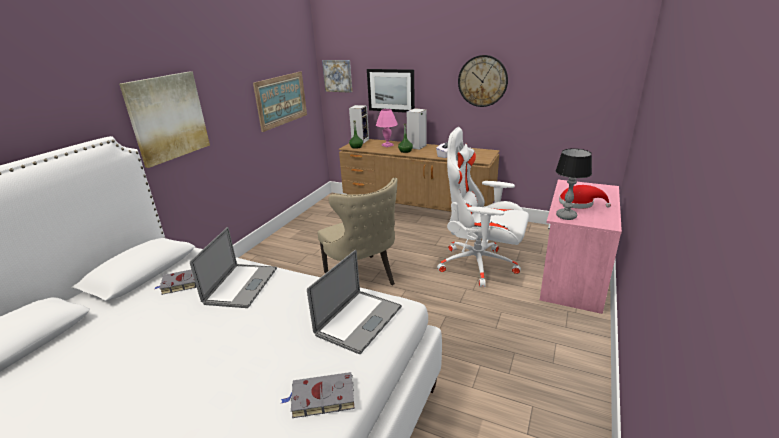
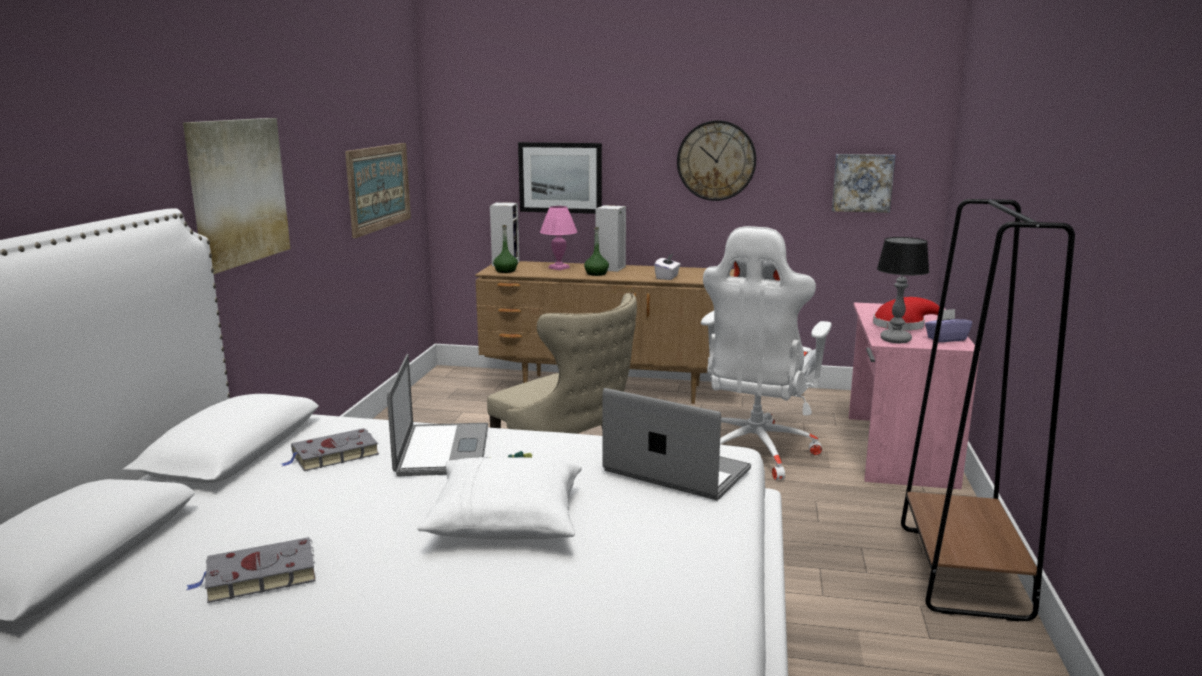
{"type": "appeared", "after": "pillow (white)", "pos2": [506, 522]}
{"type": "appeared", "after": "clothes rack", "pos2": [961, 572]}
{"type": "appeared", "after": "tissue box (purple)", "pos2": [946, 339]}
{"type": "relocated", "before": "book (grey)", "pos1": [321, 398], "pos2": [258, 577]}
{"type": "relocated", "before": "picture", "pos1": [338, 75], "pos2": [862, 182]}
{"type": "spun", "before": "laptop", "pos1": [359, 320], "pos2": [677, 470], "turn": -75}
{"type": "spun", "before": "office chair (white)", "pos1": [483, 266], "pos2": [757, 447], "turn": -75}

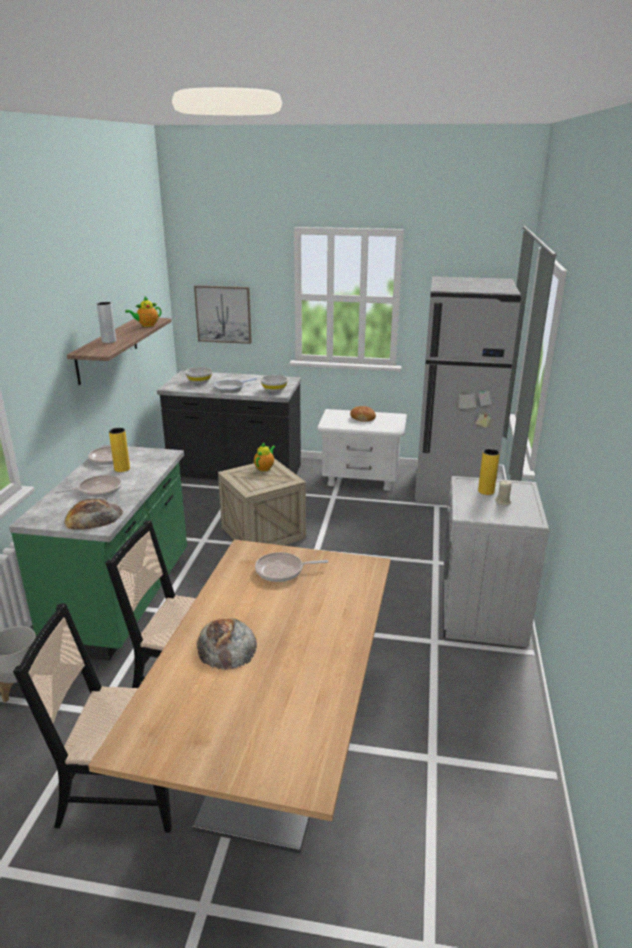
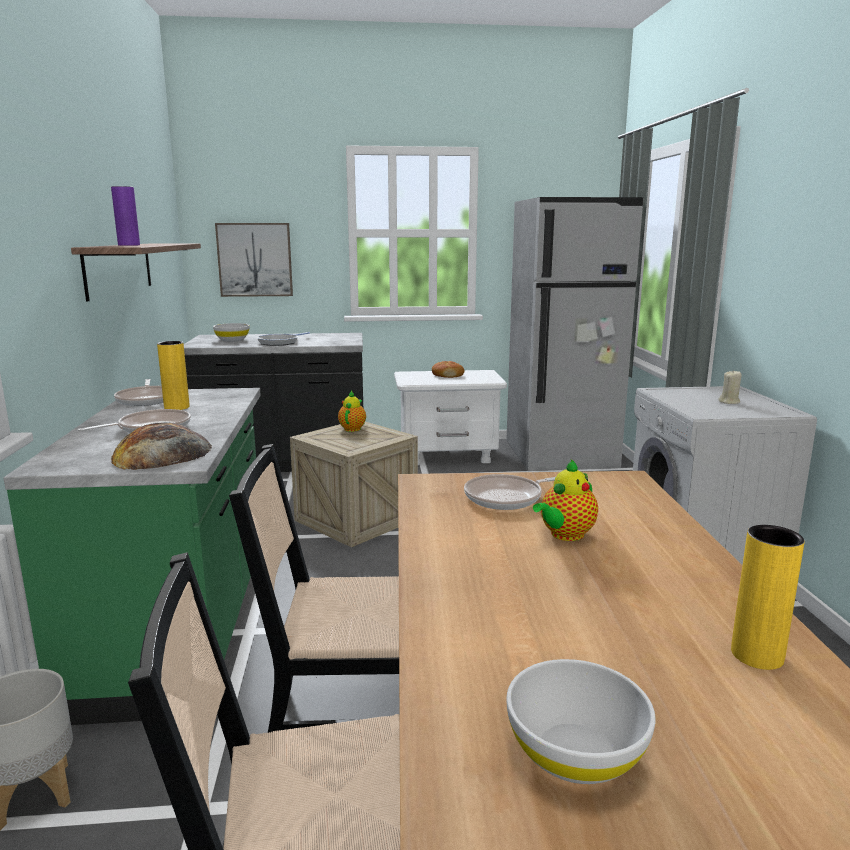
{"type": "missing", "before": "bread", "pos1": [226, 644]}
{"type": "relocated", "before": "teapot", "pos1": [146, 325], "pos2": [565, 535]}
{"type": "relocated", "before": "bowl (white)", "pos1": [274, 389], "pos2": [576, 753]}
{"type": "relocated", "before": "vase (yellow)", "pos1": [486, 491], "pos2": [757, 655]}
{"type": "colour", "before": "vase (grey)", "after": "vase (purple)", "pos1": [109, 341], "pos2": [129, 245]}

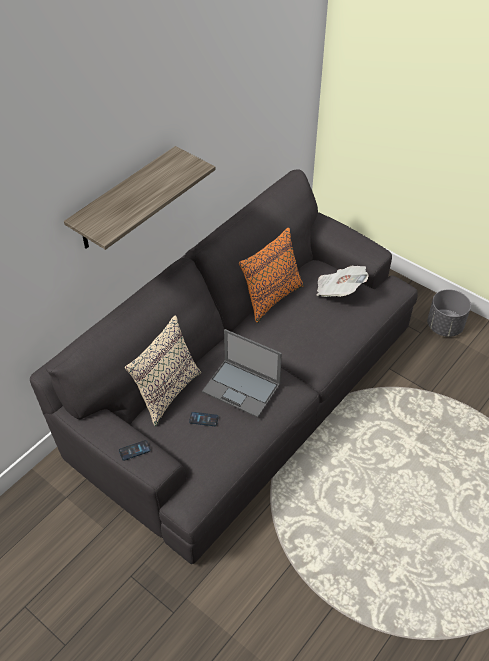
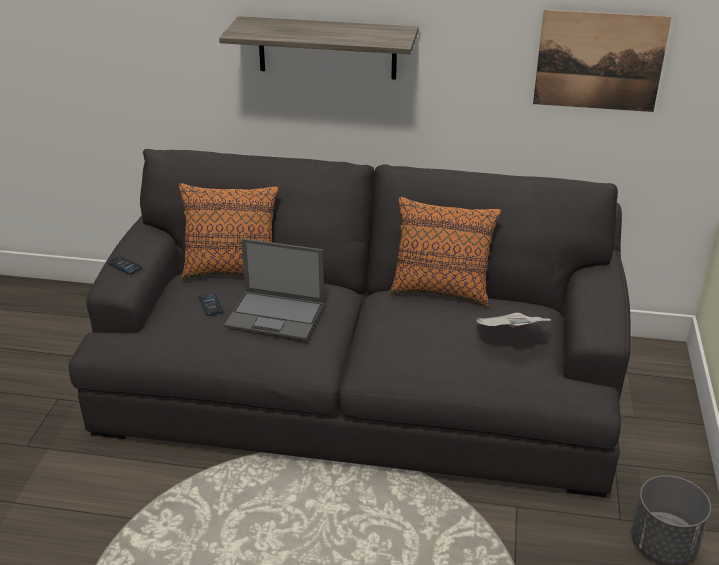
{"type": "appeared", "after": "picture", "pos2": [599, 61]}
{"type": "colour", "before": "pillow (beige)", "after": "pillow (orange)", "pos1": [169, 393], "pos2": [232, 273]}
{"type": "spun", "before": "laptop", "pos1": [242, 388], "pos2": [276, 315], "turn": -75}

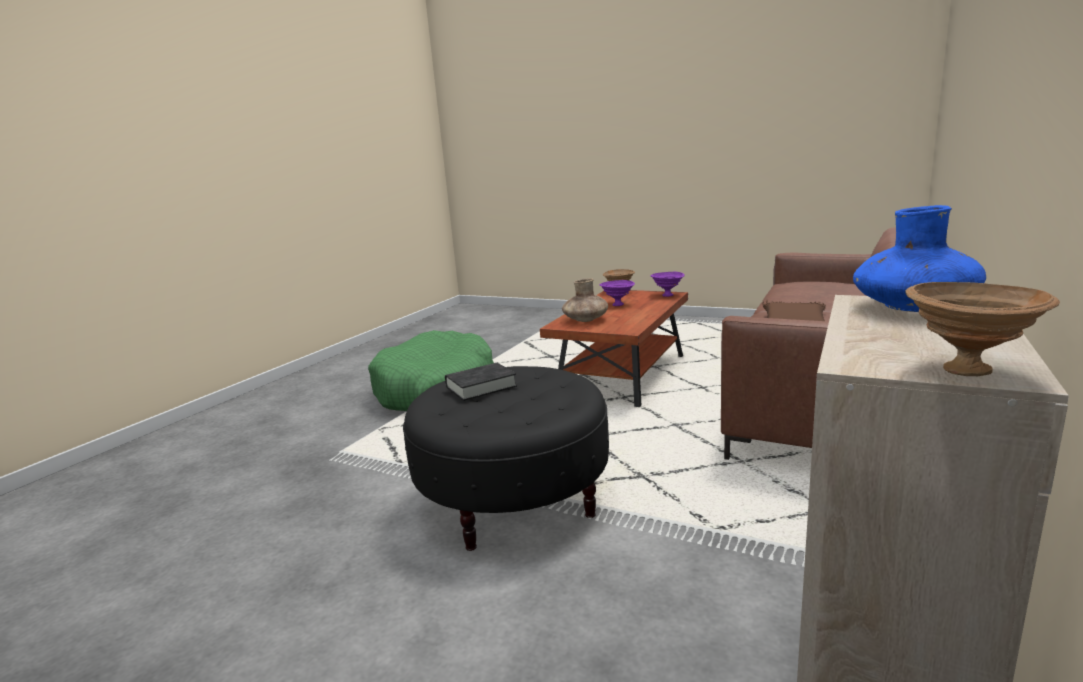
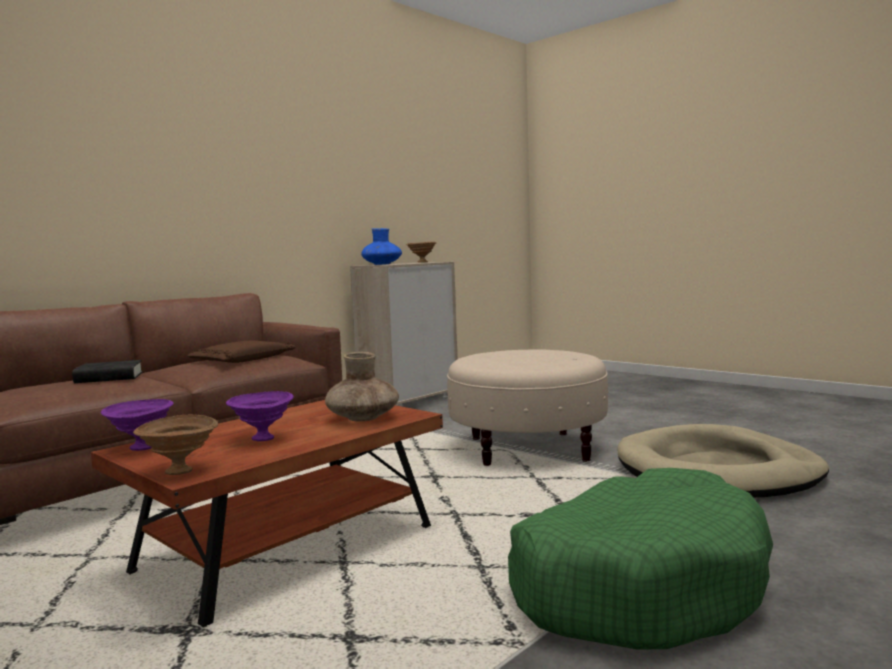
{"type": "appeared", "after": "dog bed (beige)", "pos2": [718, 471]}
{"type": "relocated", "before": "book (black)", "pos1": [481, 386], "pos2": [109, 378]}
{"type": "colour", "before": "ottoman (black)", "after": "ottoman (beige)", "pos1": [514, 500], "pos2": [527, 449]}

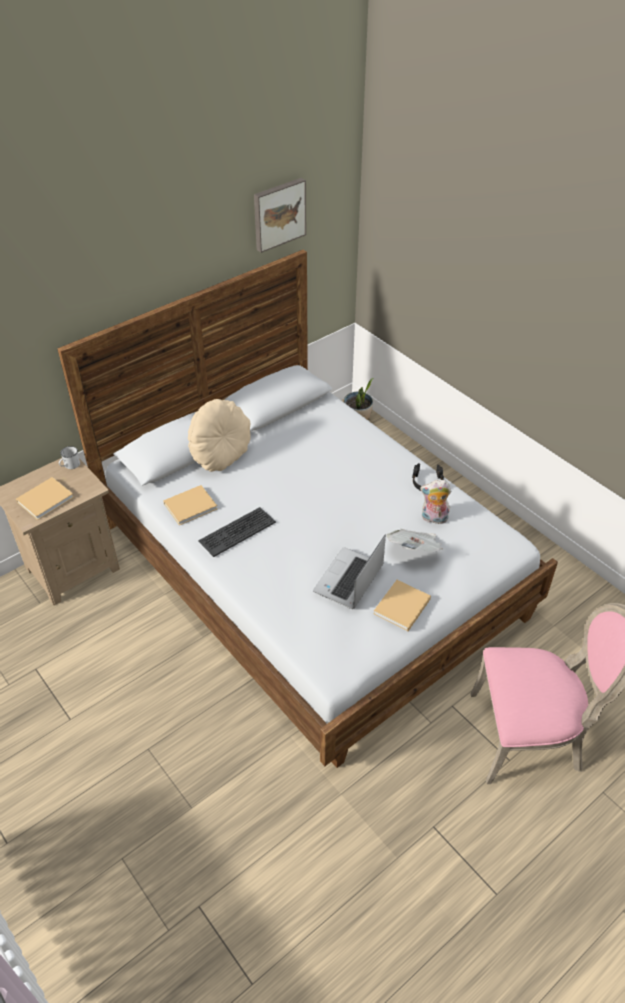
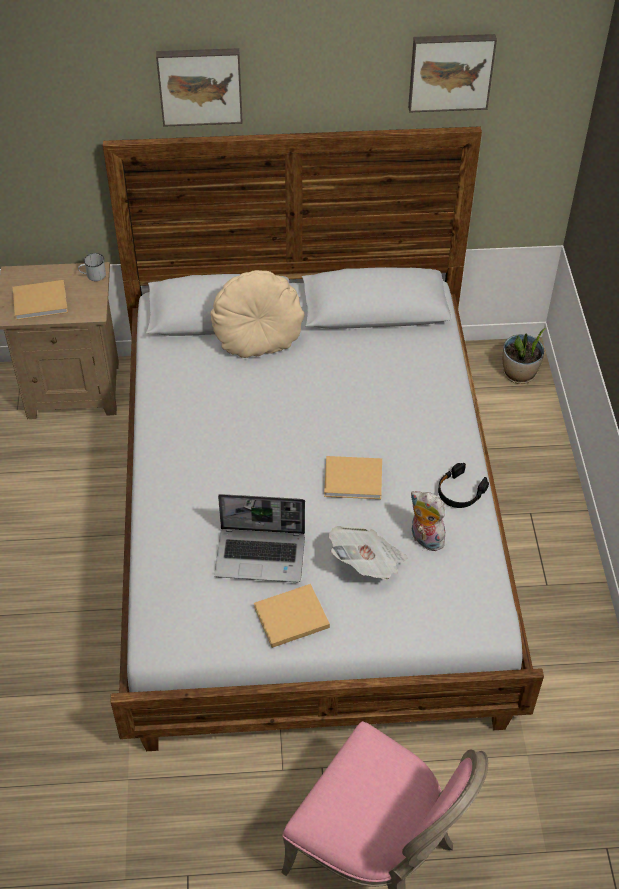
{"type": "missing", "before": "keyboard", "pos1": [237, 531]}
{"type": "appeared", "after": "picture", "pos2": [200, 85]}
{"type": "relocated", "before": "book (beige)", "pos1": [192, 506], "pos2": [355, 479]}
{"type": "spun", "before": "laptop", "pos1": [349, 580], "pos2": [261, 555], "turn": -150}

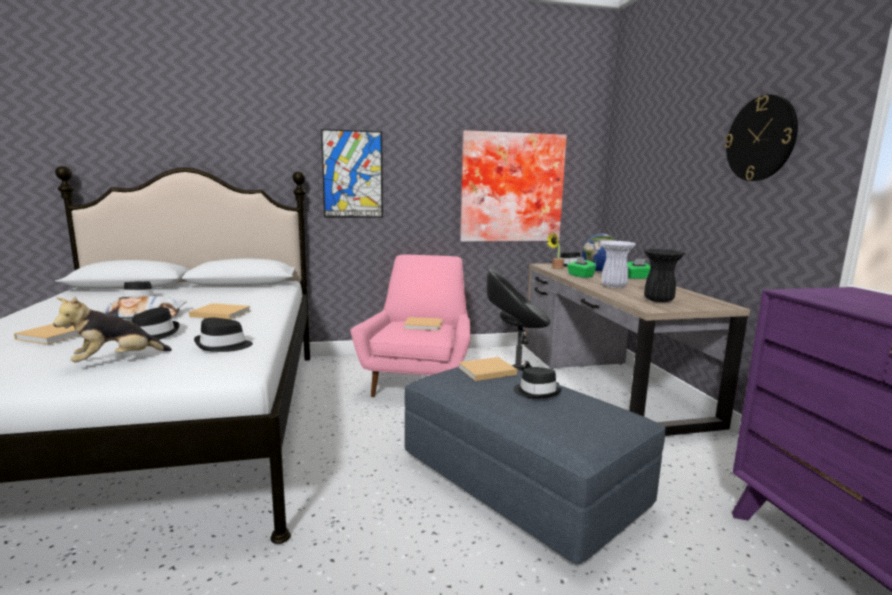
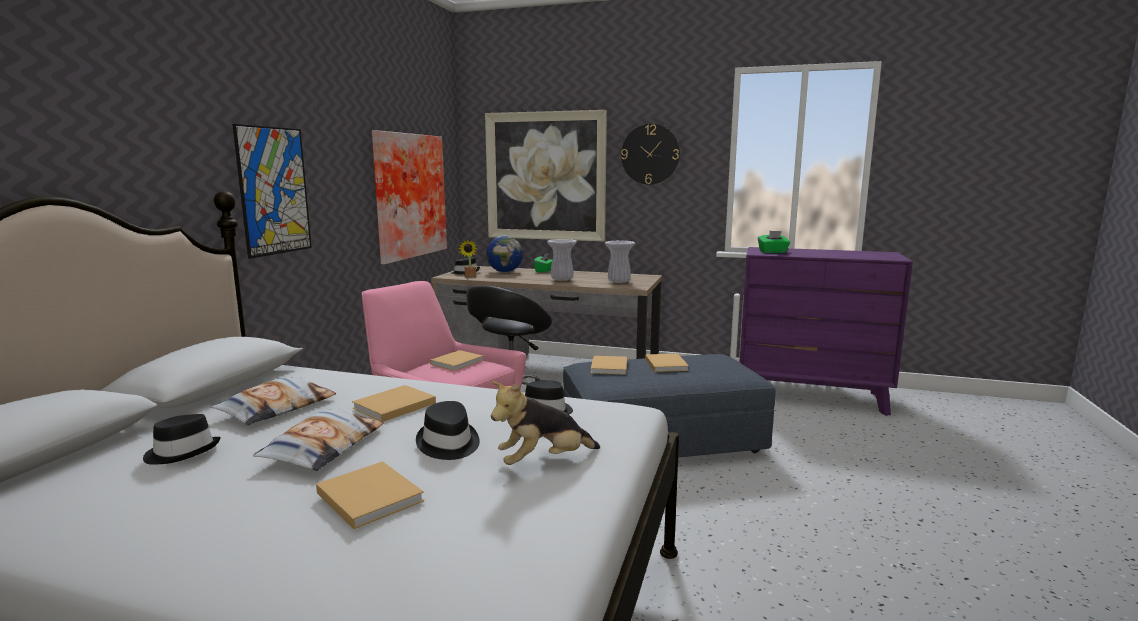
{"type": "appeared", "after": "pillow", "pos2": [277, 408]}
{"type": "appeared", "after": "picture", "pos2": [545, 176]}
{"type": "relocated", "before": "tissue box (green)", "pos1": [580, 276], "pos2": [773, 252]}
{"type": "exchanged", "before": "hat (black)", "after": "book (beige)", "pos1": [536, 392], "pos2": [665, 364]}
{"type": "colour", "before": "vase (black)", "after": "vase (white)", "pos1": [658, 300], "pos2": [619, 282]}
{"type": "spun", "before": "plush toy", "pos1": [116, 361], "pos2": [544, 462], "turn": 75}

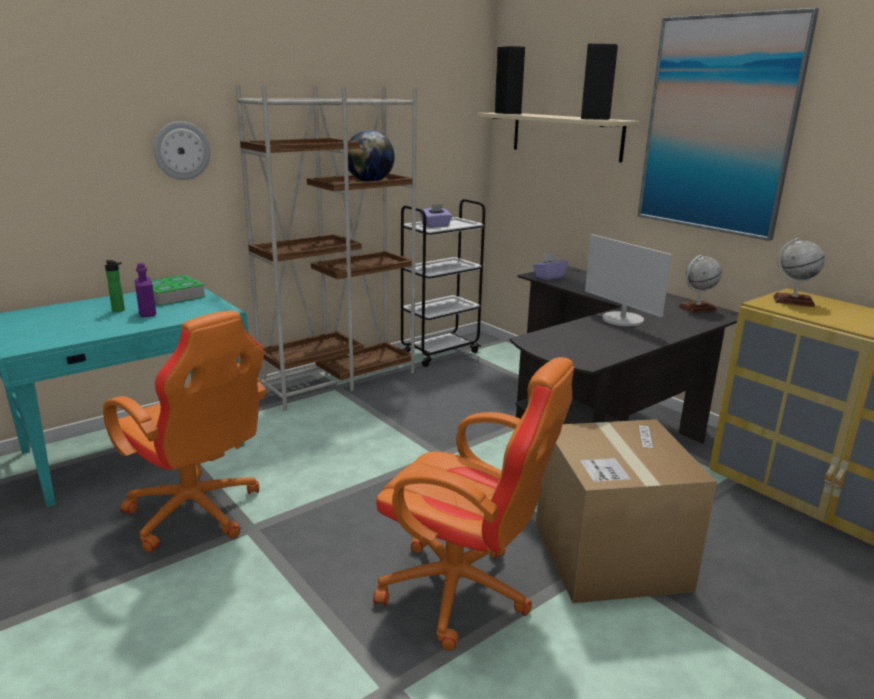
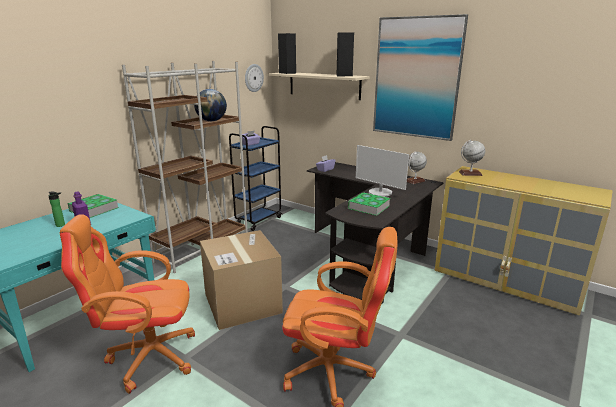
{"type": "appeared", "after": "book", "pos2": [368, 207]}
{"type": "relocated", "before": "wall clock", "pos1": [181, 150], "pos2": [253, 78]}
{"type": "relocated", "before": "cardboard box", "pos1": [610, 556], "pos2": [242, 303]}
{"type": "colour", "before": "cart (white)", "after": "cart (blue)", "pos1": [440, 353], "pos2": [258, 221]}
{"type": "spun", "before": "office chair (orange)", "pos1": [199, 517], "pos2": [146, 357], "turn": 150}

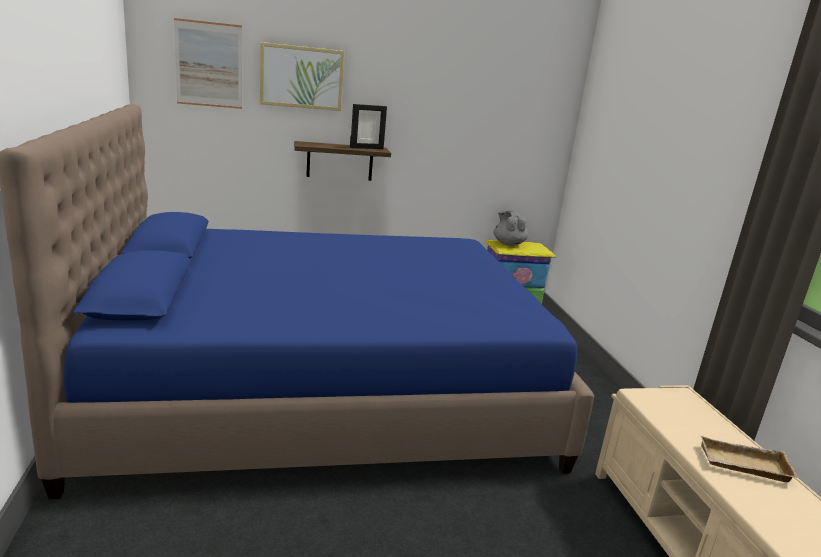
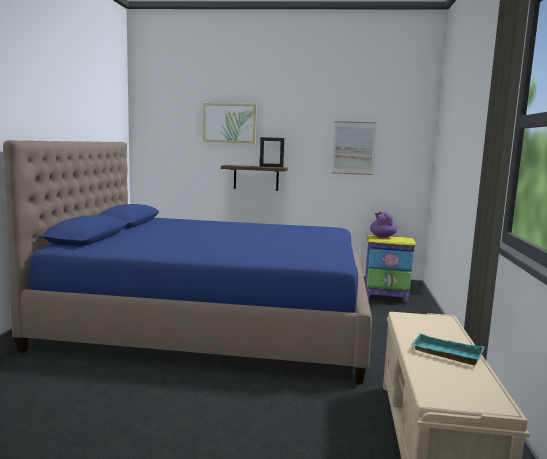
{"type": "relocated", "before": "picture", "pos1": [209, 64], "pos2": [353, 148]}
{"type": "colour", "before": "teapot (grey)", "after": "teapot (purple)", "pos1": [508, 243], "pos2": [382, 236]}
{"type": "colour", "before": "tray (beige)", "after": "tray (turquoise)", "pos1": [743, 466], "pos2": [445, 354]}

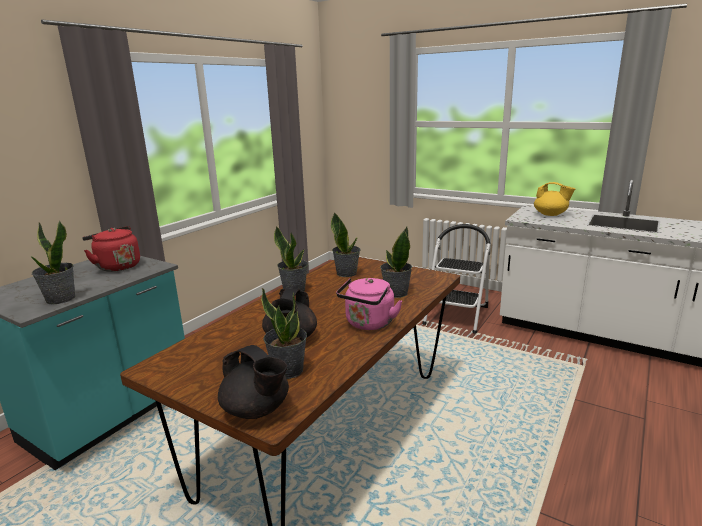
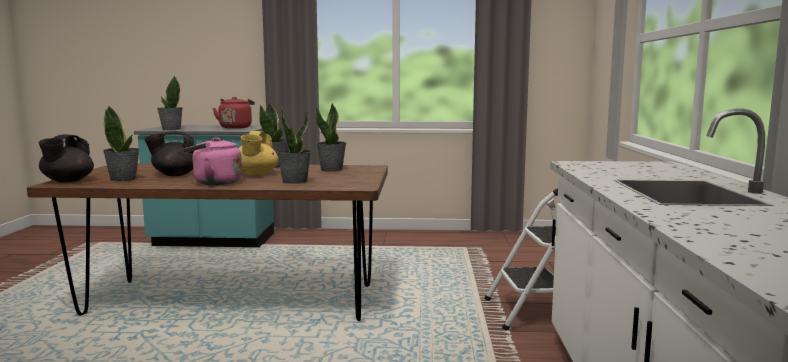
{"type": "relocated", "before": "teapot (yellow)", "pos1": [551, 214], "pos2": [255, 174]}

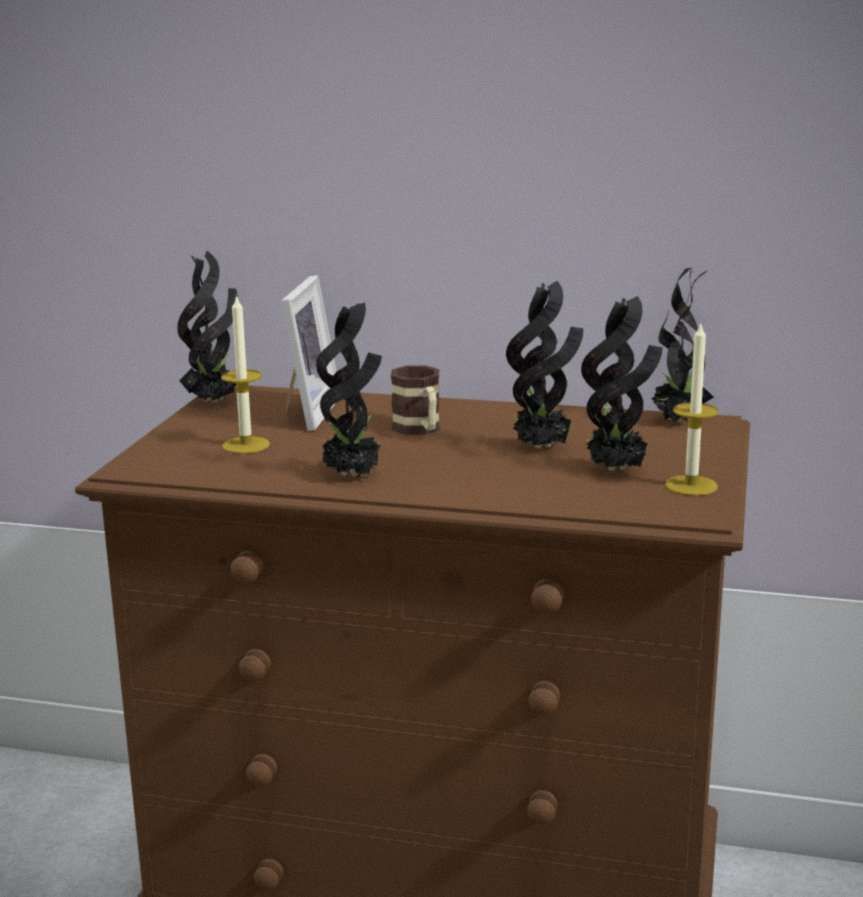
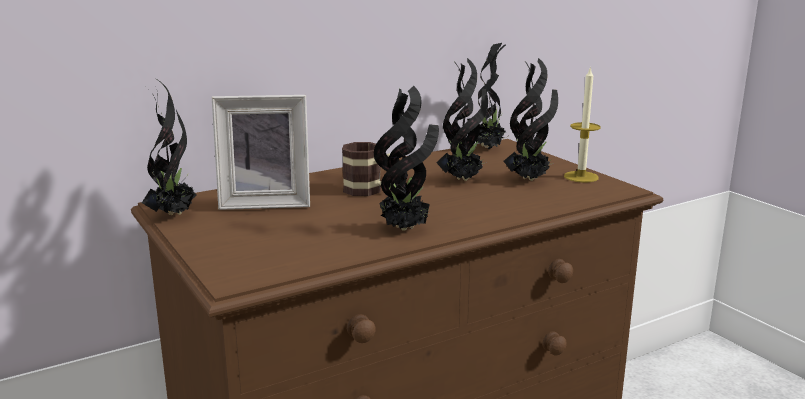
{"type": "missing", "before": "candle", "pos1": [246, 445]}
{"type": "spun", "before": "picture frame", "pos1": [305, 413], "pos2": [266, 202], "turn": 120}

